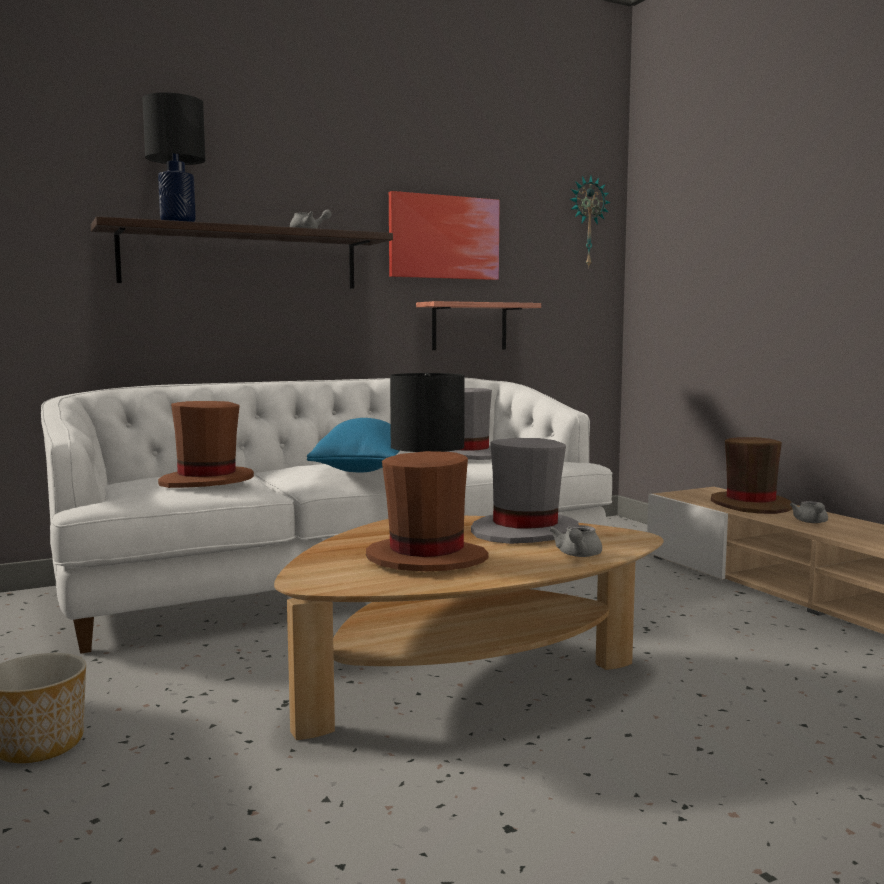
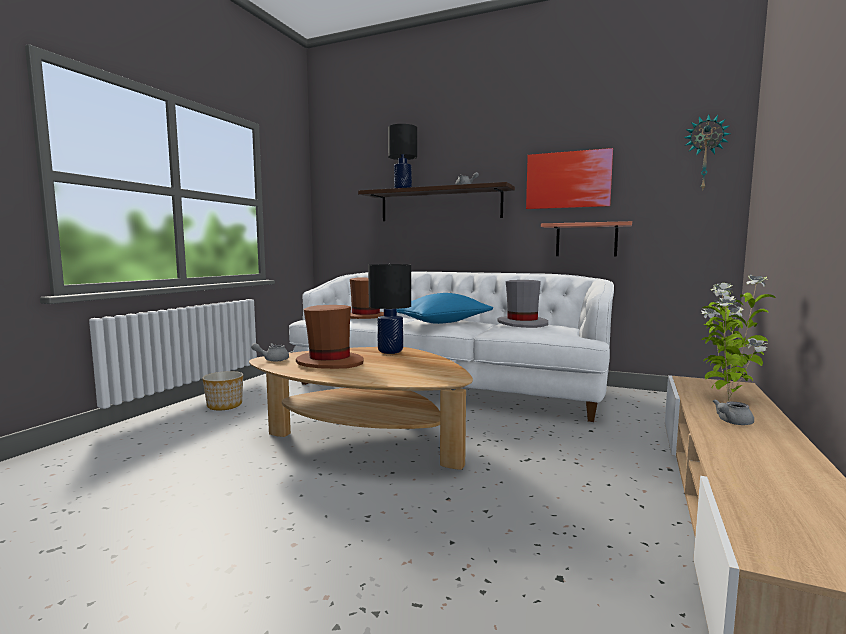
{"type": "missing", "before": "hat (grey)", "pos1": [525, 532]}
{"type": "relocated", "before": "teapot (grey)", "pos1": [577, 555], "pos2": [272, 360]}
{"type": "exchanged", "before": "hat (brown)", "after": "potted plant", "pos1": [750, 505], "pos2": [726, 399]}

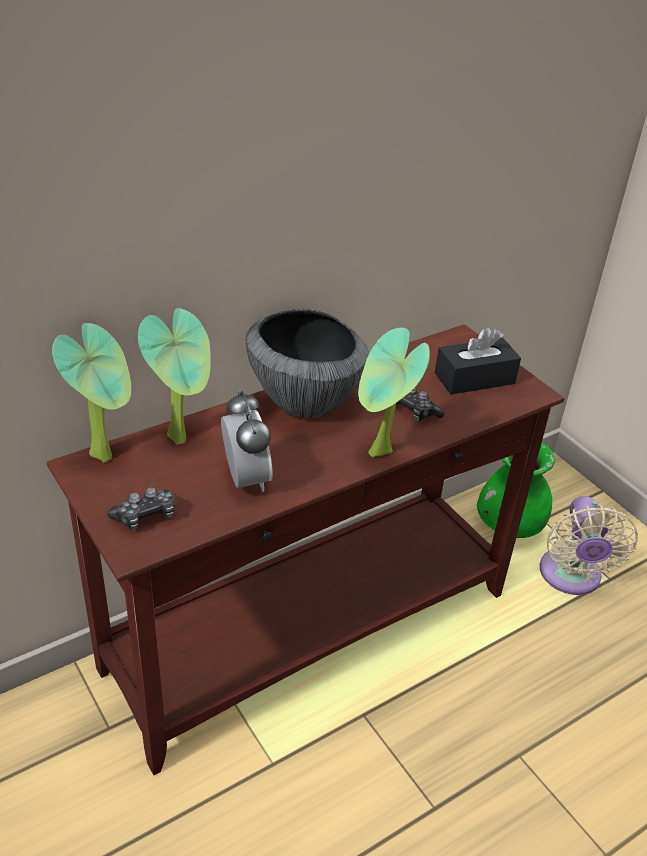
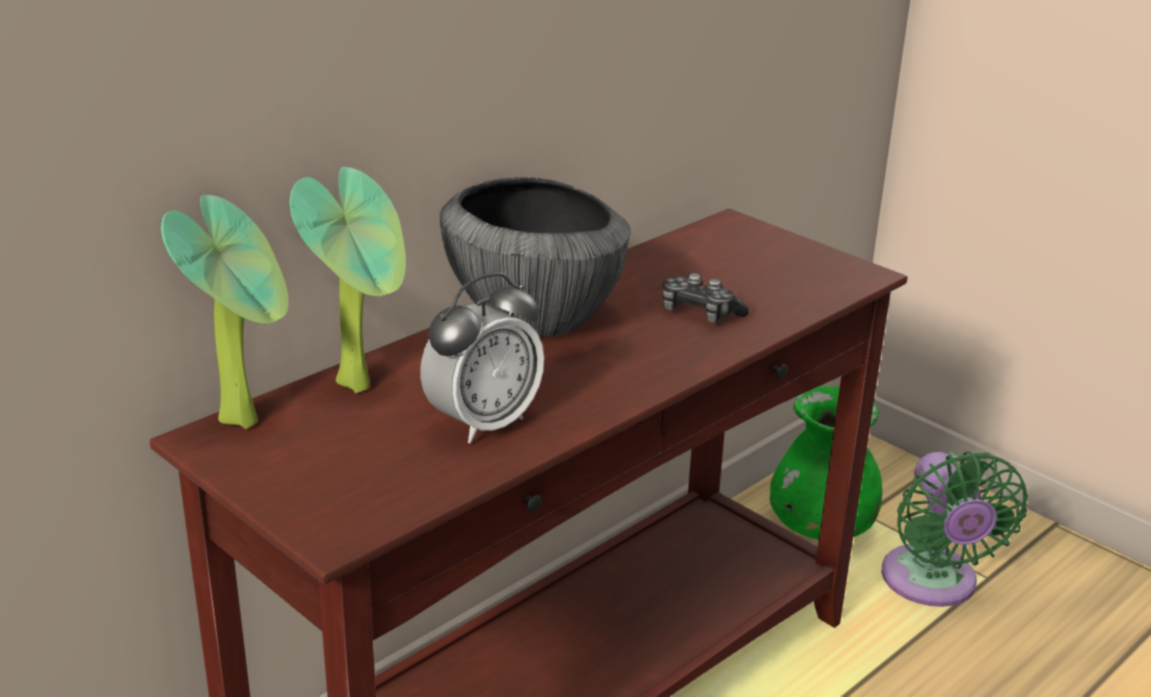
{"type": "missing", "before": "game controller", "pos1": [146, 516]}
{"type": "missing", "before": "potted plant", "pos1": [380, 455]}
{"type": "missing", "before": "tissue box (black)", "pos1": [474, 378]}
{"type": "colour", "before": "fan (beige)", "after": "fan (green)", "pos1": [570, 577], "pos2": [932, 584]}
{"type": "spun", "before": "alarm clock", "pos1": [246, 479], "pos2": [483, 423], "turn": 75}

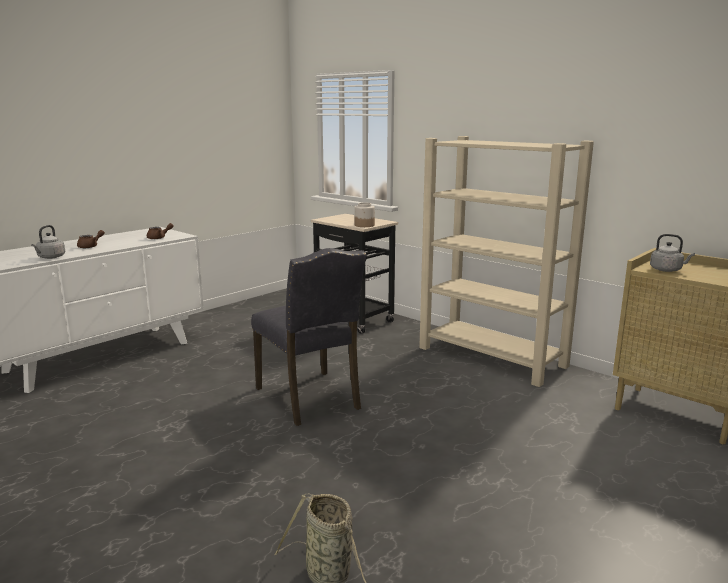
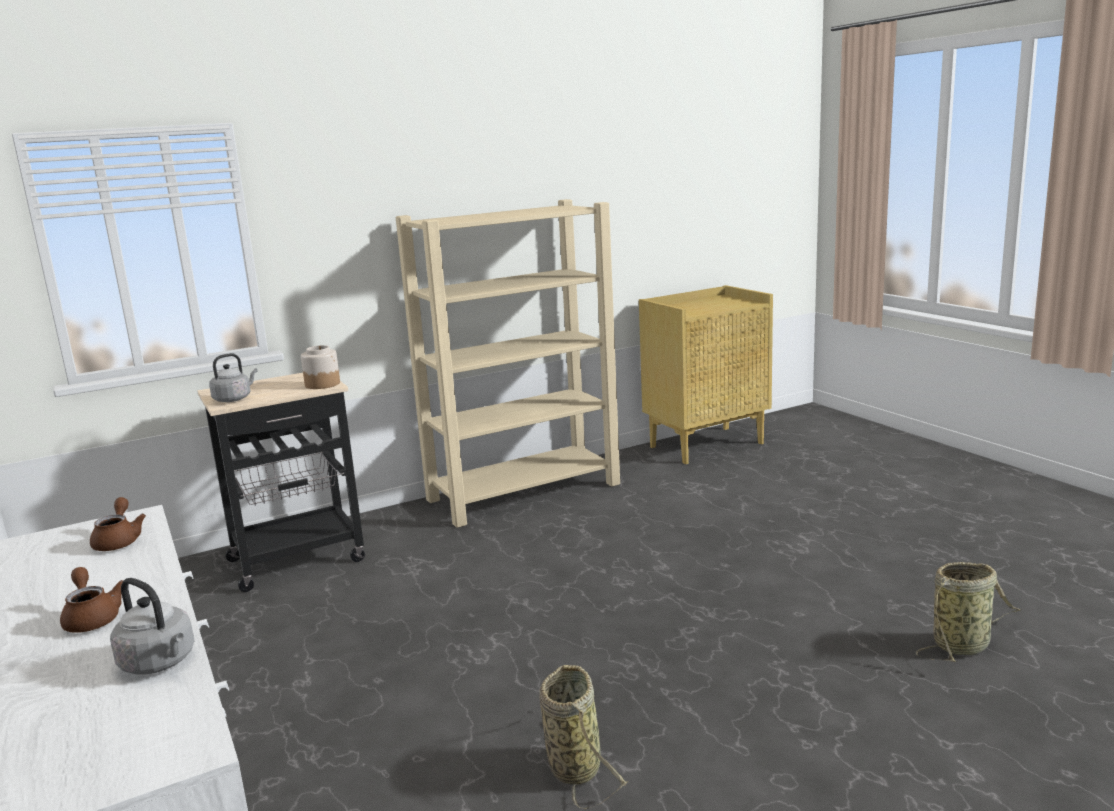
{"type": "missing", "before": "chair (grey)", "pos1": [310, 398]}
{"type": "appeared", "after": "basket", "pos2": [573, 765]}
{"type": "relocated", "before": "kettle (grey)", "pos1": [667, 270], "pos2": [234, 399]}

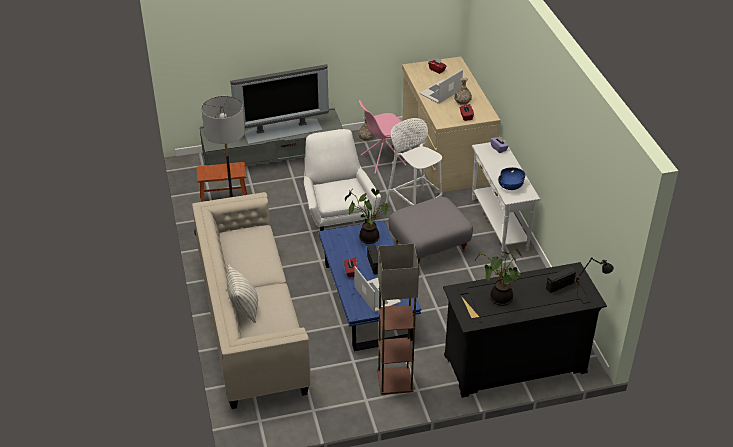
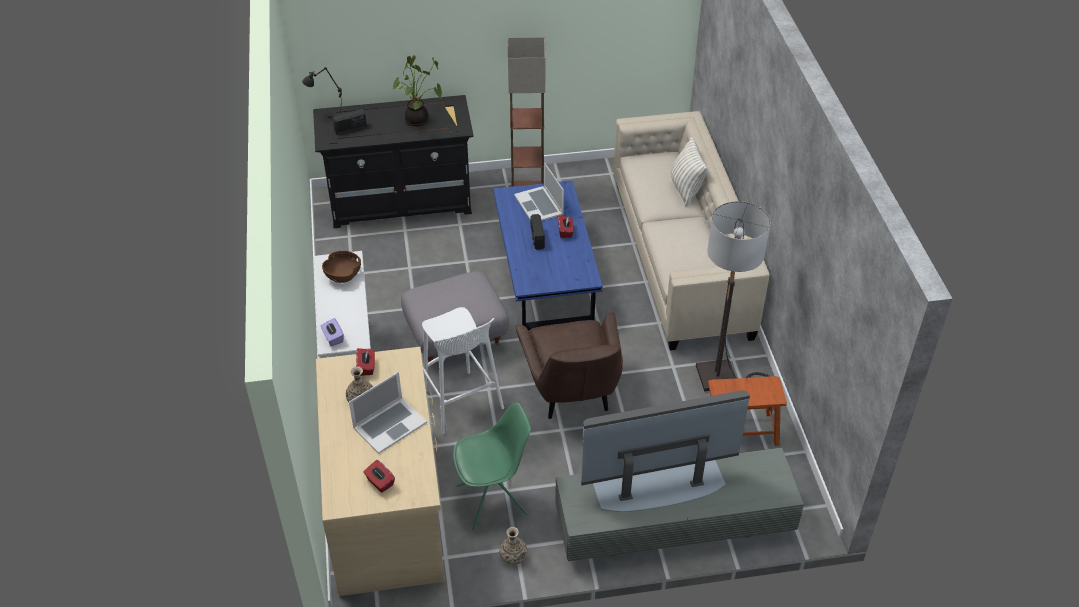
{"type": "missing", "before": "potted plant", "pos1": [369, 237]}
{"type": "colour", "before": "armchair (white)", "after": "armchair (brown)", "pos1": [338, 217], "pos2": [573, 394]}
{"type": "colour", "before": "chair (pink)", "after": "chair (green)", "pos1": [382, 160], "pos2": [493, 500]}
{"type": "colour", "before": "bowl (blue)", "after": "bowl (brown)", "pos1": [511, 186], "pos2": [343, 275]}

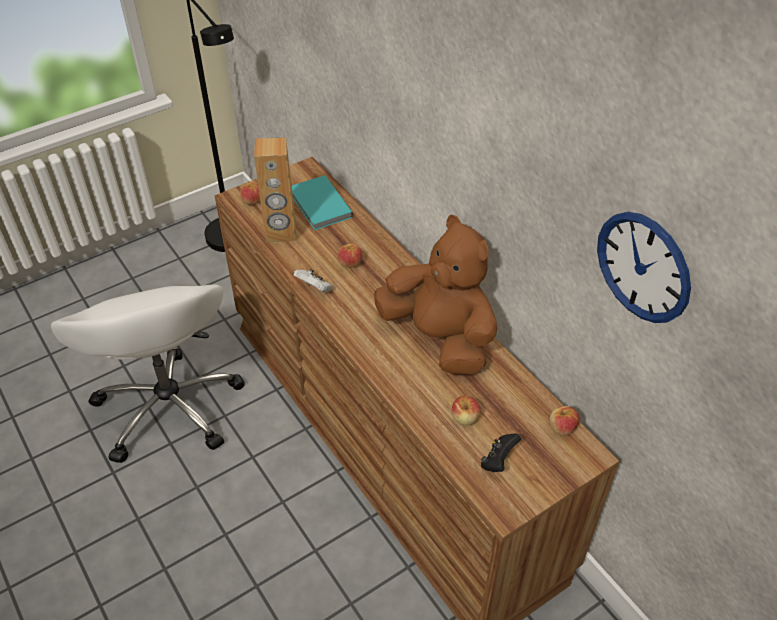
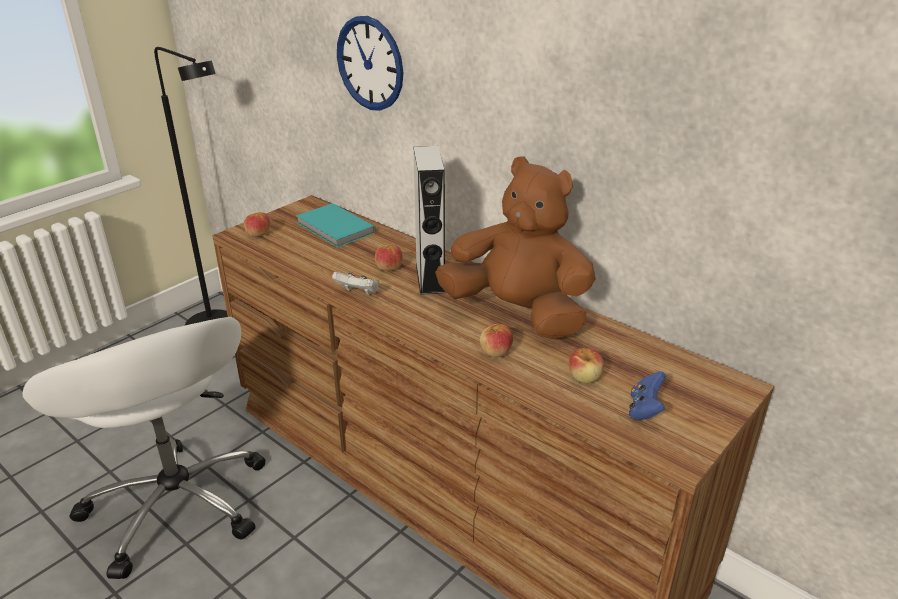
{"type": "missing", "before": "speaker (brown)", "pos1": [281, 233]}
{"type": "appeared", "after": "speaker (grey)", "pos2": [430, 277]}
{"type": "relocated", "before": "apple", "pos1": [562, 428], "pos2": [495, 352]}
{"type": "relocated", "before": "wall clock", "pos1": [643, 267], "pos2": [370, 64]}
{"type": "colour", "before": "game controller (black)", "after": "game controller (blue)", "pos1": [498, 460], "pos2": [644, 409]}

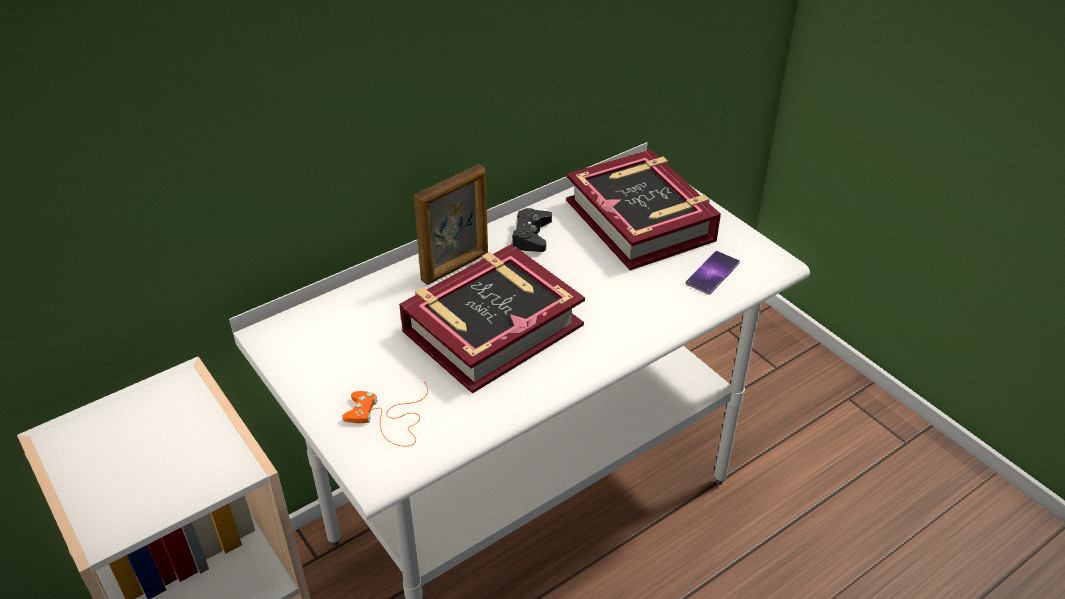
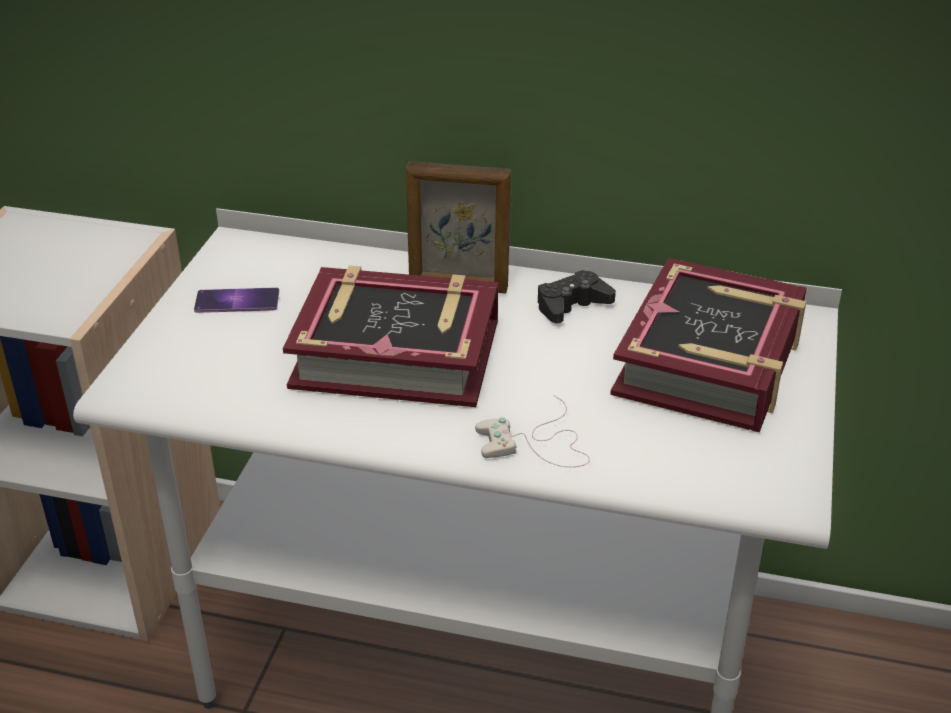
{"type": "missing", "before": "game controller (orange)", "pos1": [389, 419]}
{"type": "appeared", "after": "game controller (white)", "pos2": [537, 444]}
{"type": "relocated", "before": "phone", "pos1": [712, 273], "pos2": [237, 301]}

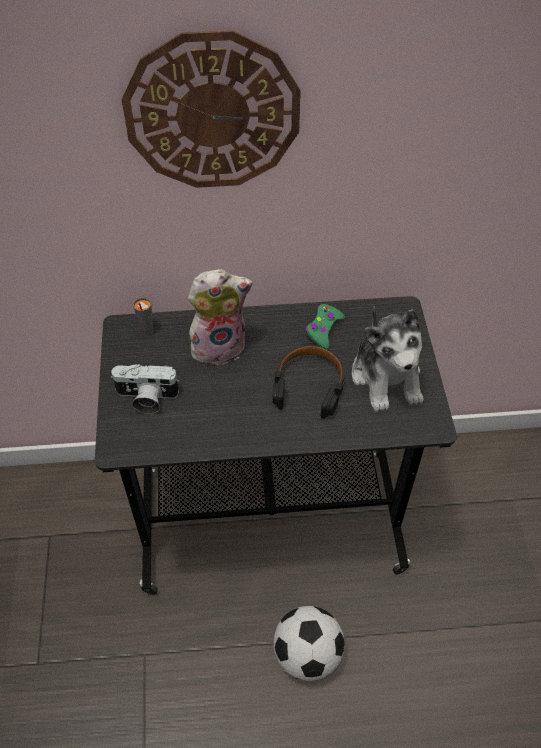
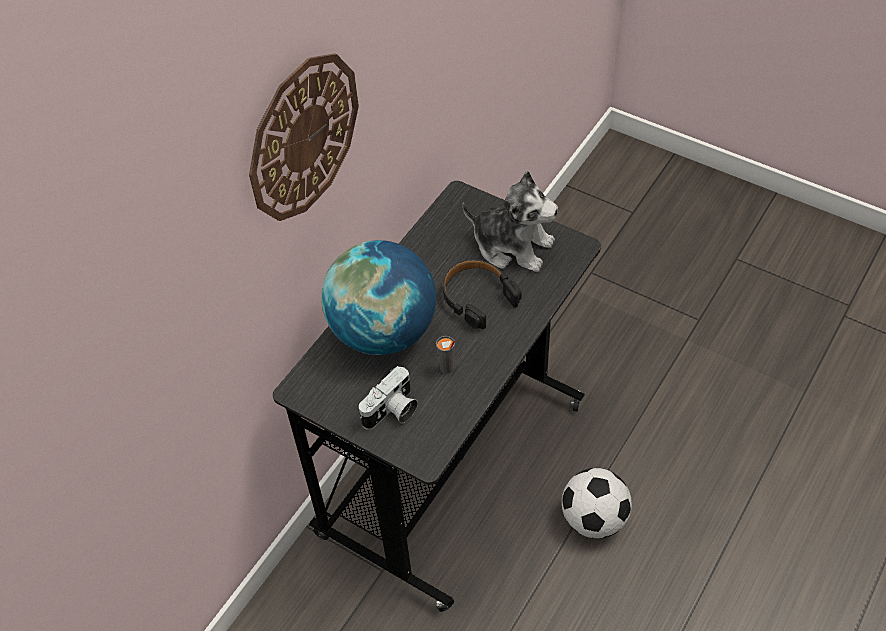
{"type": "missing", "before": "game controller (green)", "pos1": [323, 330]}
{"type": "relocated", "before": "cup (grey)", "pos1": [147, 331], "pos2": [447, 368]}
{"type": "exchanged", "before": "plush toy", "after": "globe", "pos1": [219, 345], "pos2": [383, 332]}

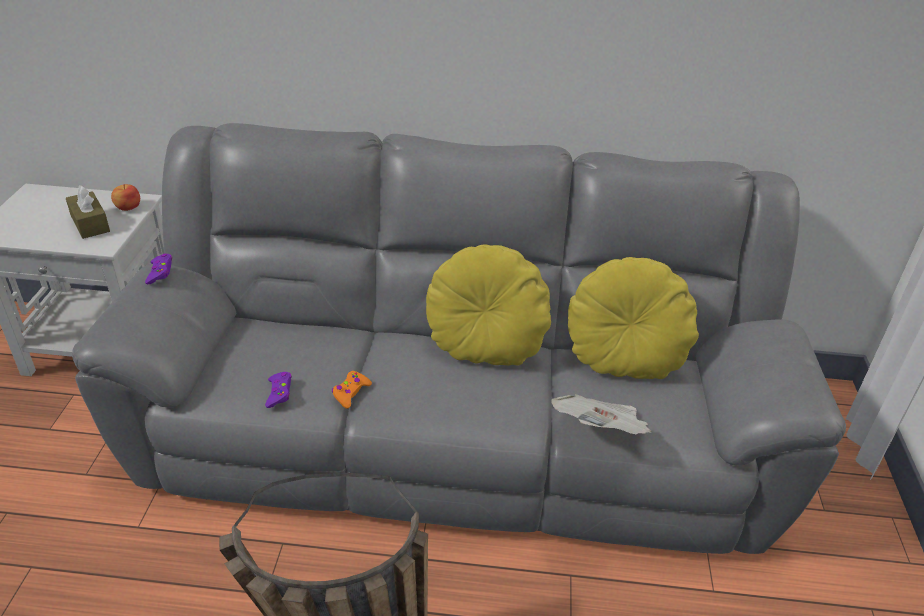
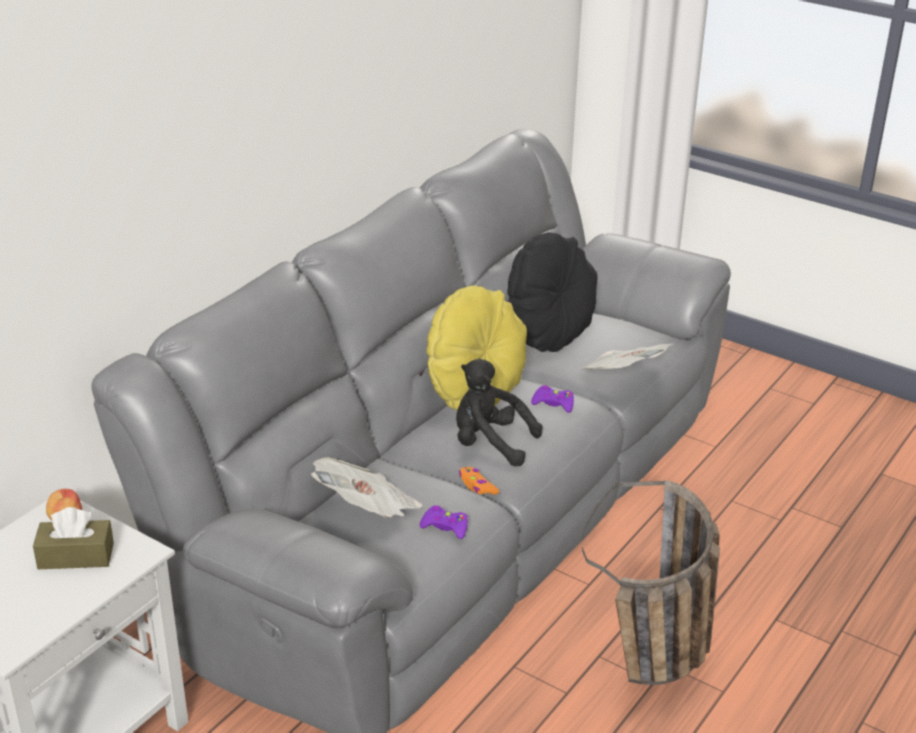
{"type": "appeared", "after": "newspaper", "pos2": [367, 511]}
{"type": "appeared", "after": "plush toy (black)", "pos2": [490, 443]}
{"type": "relocated", "before": "game controller (purple)", "pos1": [160, 272], "pos2": [553, 403]}
{"type": "colour", "before": "pillow (yellow)", "after": "pillow (black)", "pos1": [623, 363], "pos2": [549, 337]}

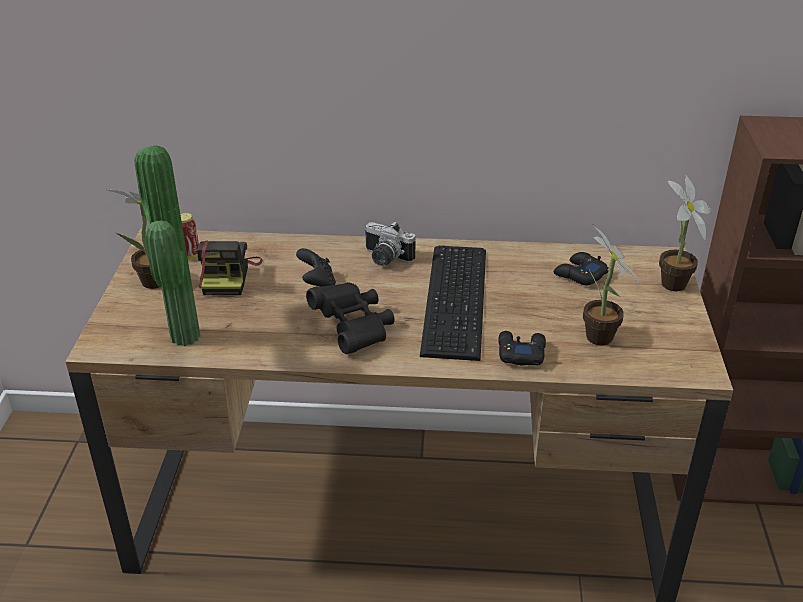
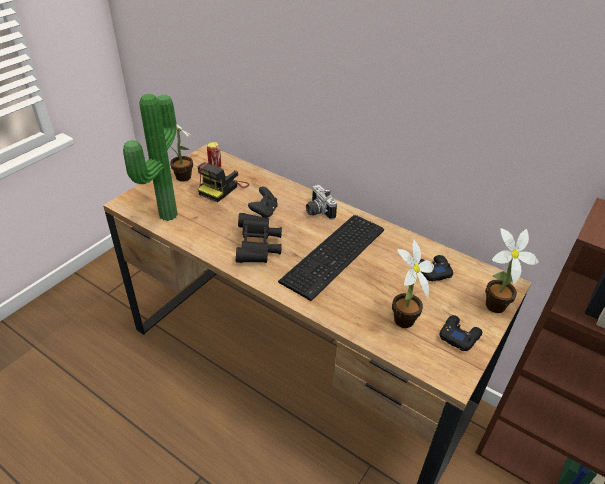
{"type": "relocated", "before": "game controller (black)", "pos1": [520, 353], "pos2": [459, 336]}

